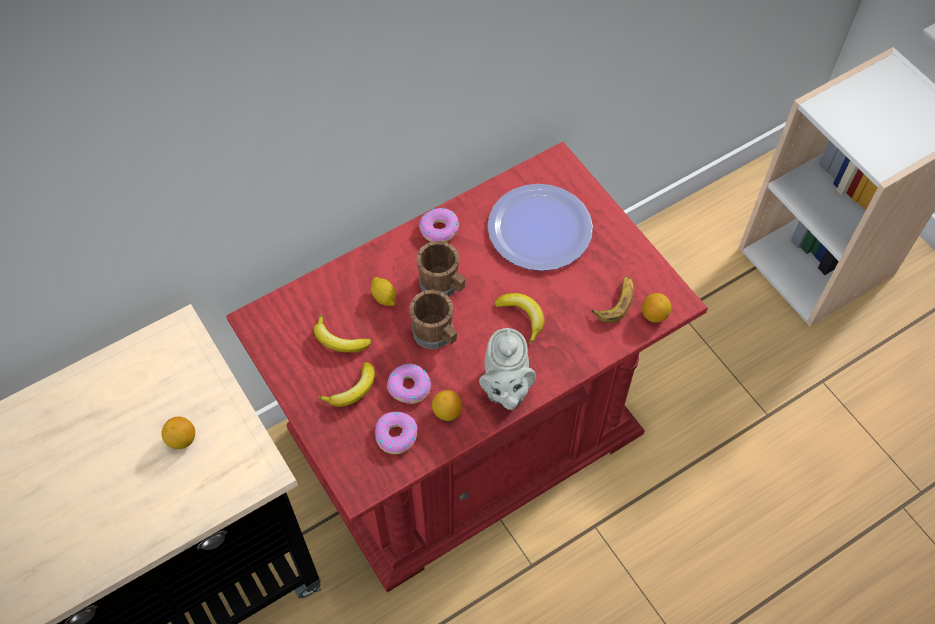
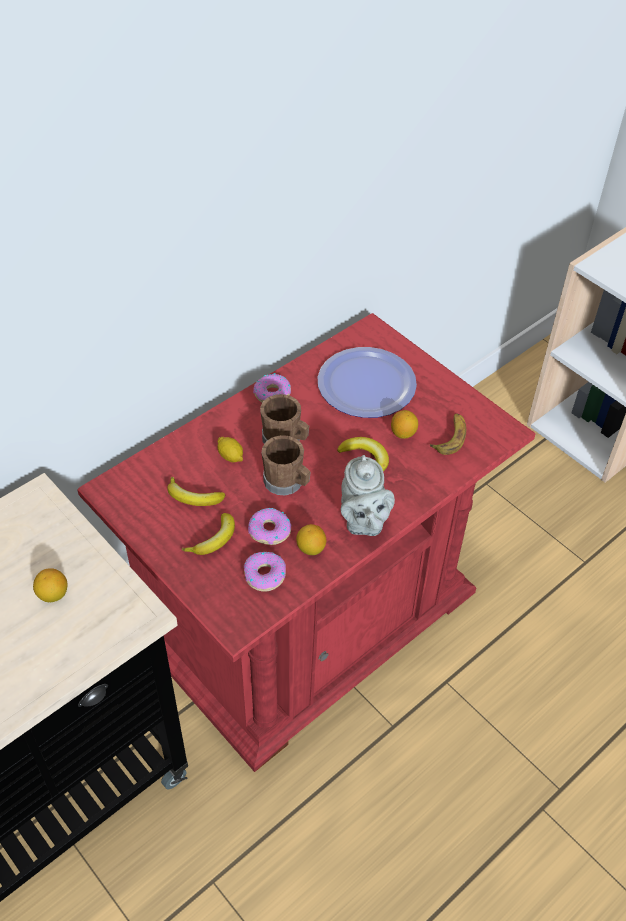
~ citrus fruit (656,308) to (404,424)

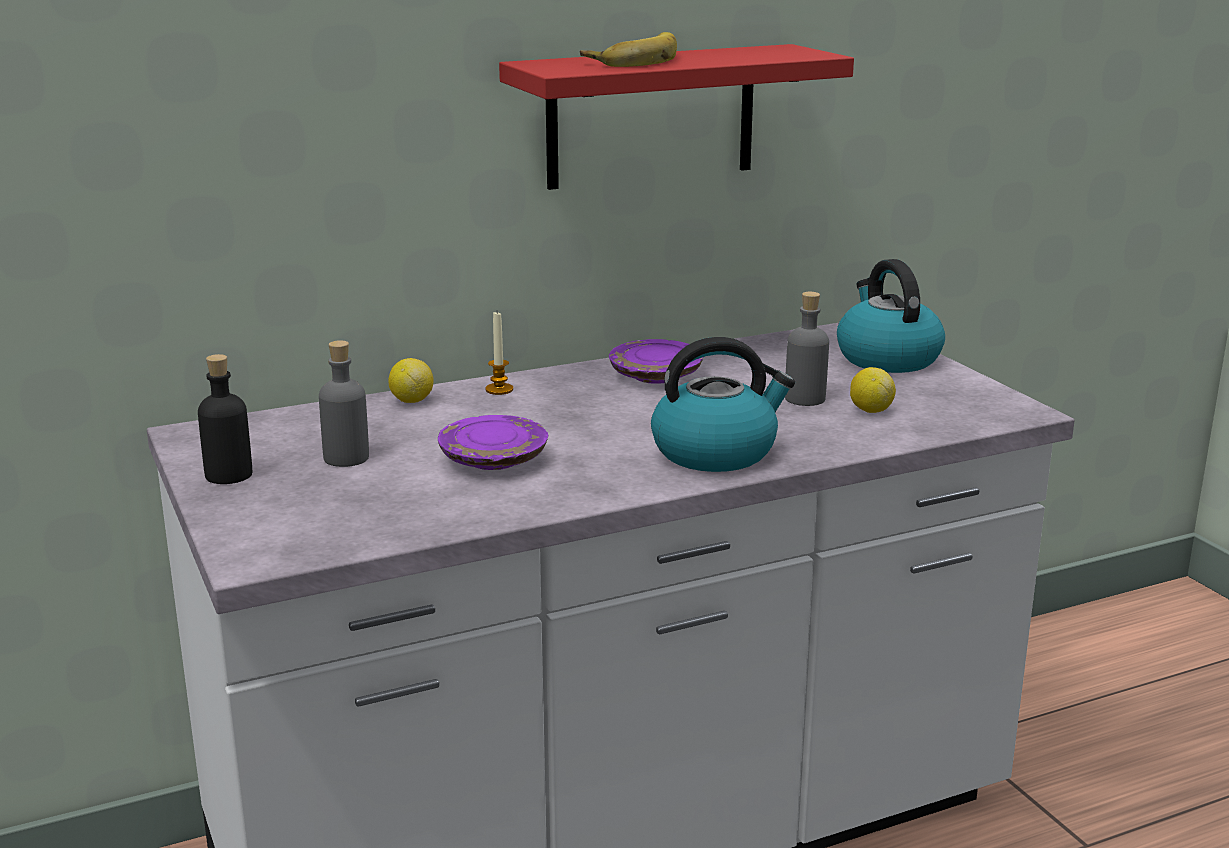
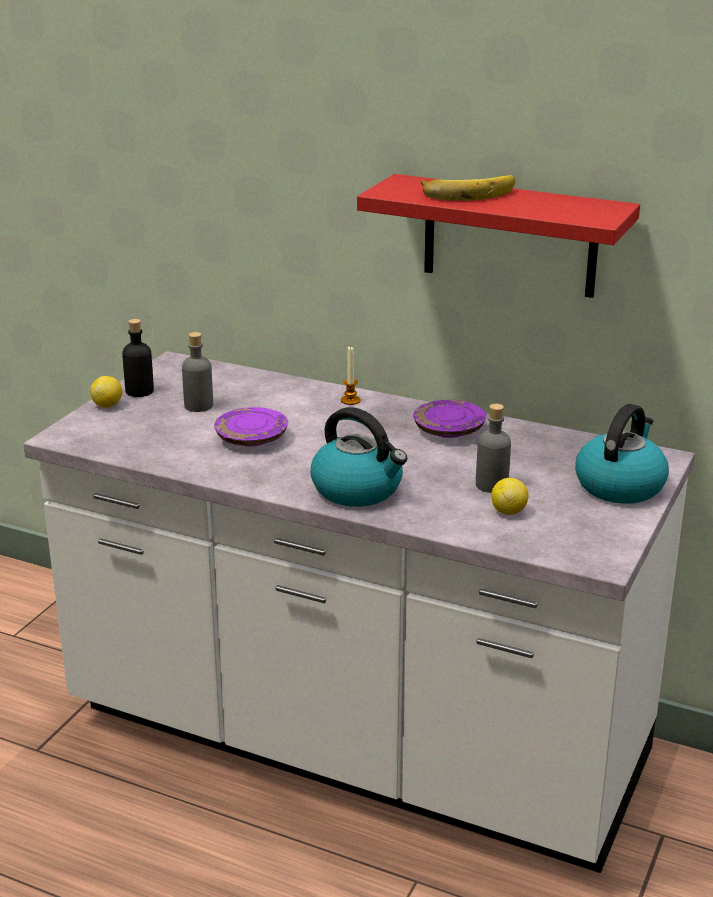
~ citrus fruit (411,380) to (106,392)

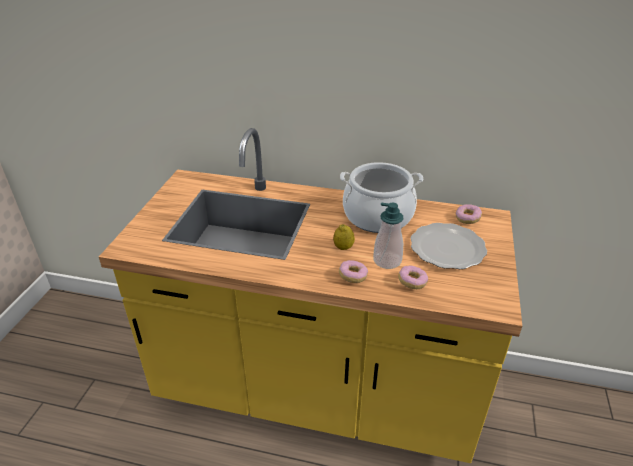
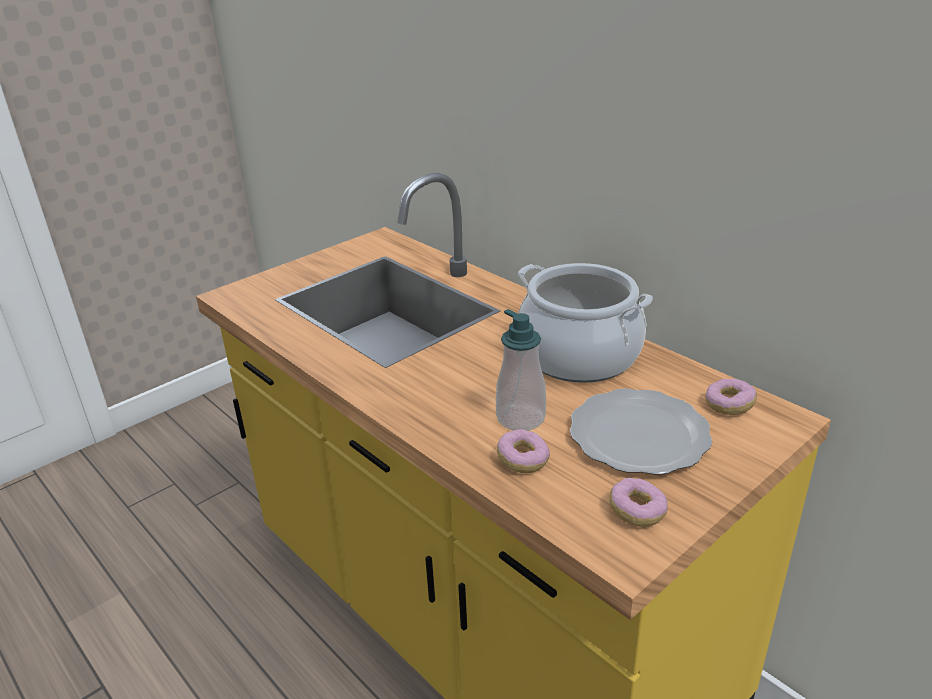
~ ring doughnut (353,271) to (638,502)
- citrus fruit (344,237)

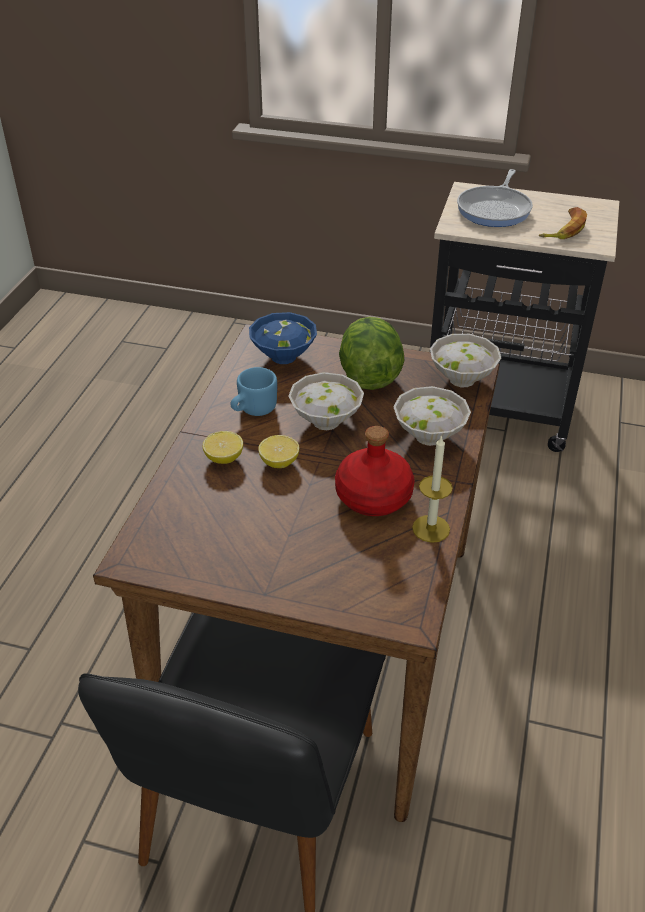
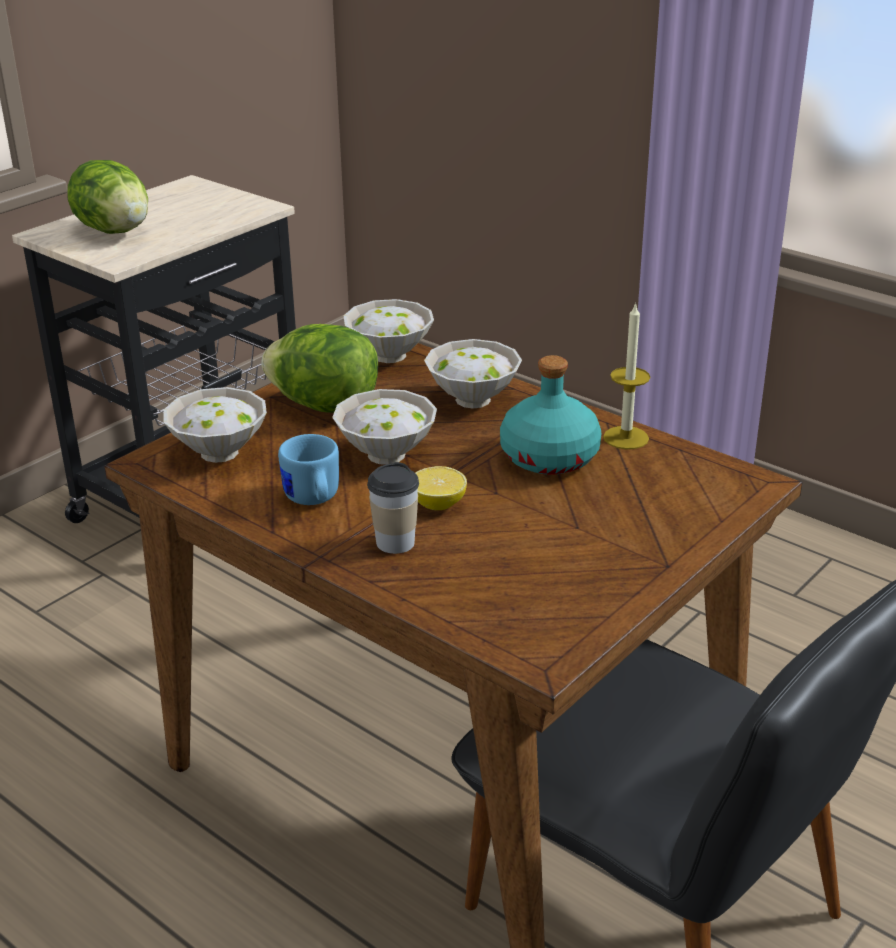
~ pan (495,198) to lettuce (107,197)
~ deep dish/blue (283,338) to deep dish/white-coloured (215,425)
~ citrus fruit (223,447) to cup (393,508)
~ bottle/red (375,471) to bottle/turquoise (551,415)
- whole banana (563,223)

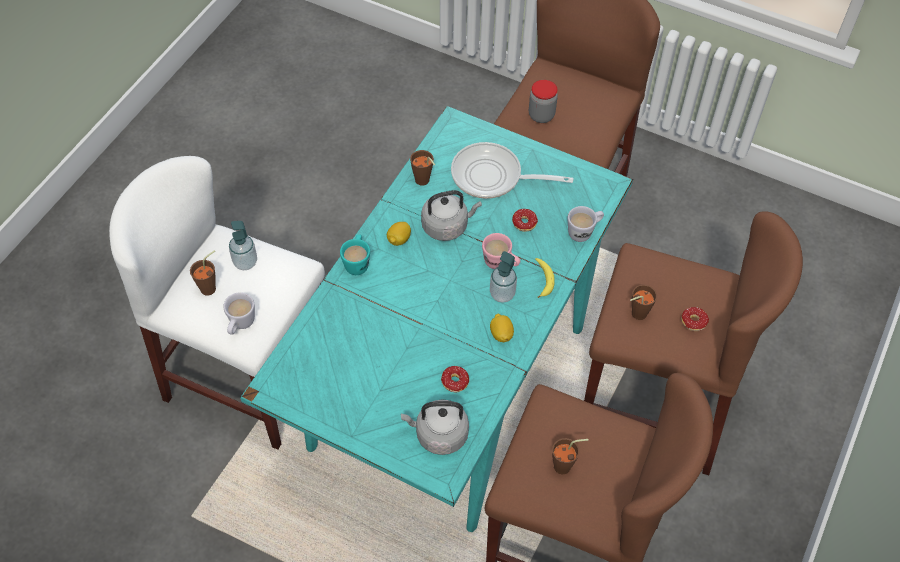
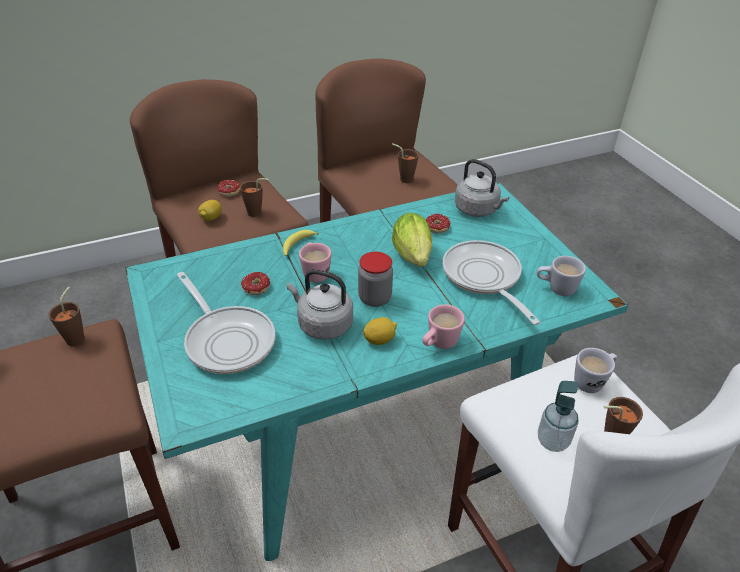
~ cup/brownish (422,168) to (66,316)
~ citrus fruit (502,328) to (209,210)
~ preserve jar (543,101) to (375,279)
+ lettuce (412,240)
~ coffee mug/turquoise (355,254) to coffee mug/pinkish (443,326)
+ pan (491,282)
~ coffee mug/white-coloured (586,224) to (561,276)
- liquid soap bottle (503,277)

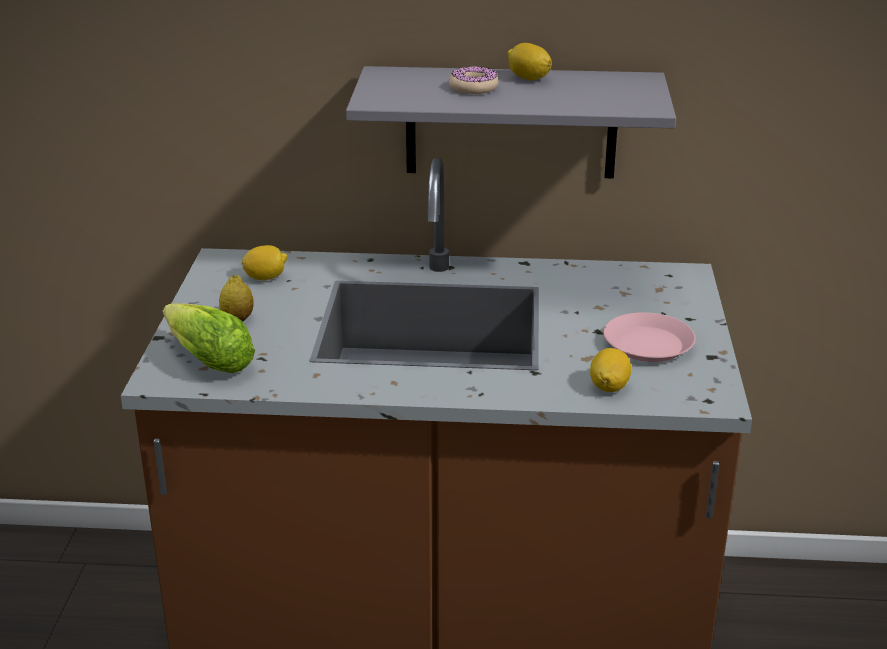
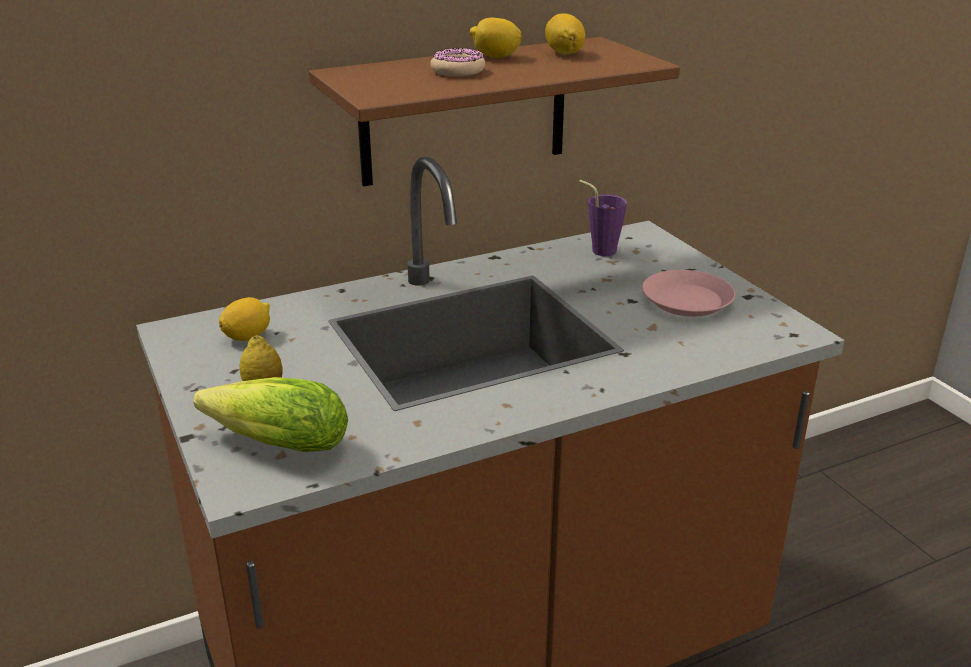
~ shelf/grey (511,122) to shelf/brownish (494,112)
~ citrus fruit (610,370) to (565,34)
+ cup/purple-coloured (603,218)

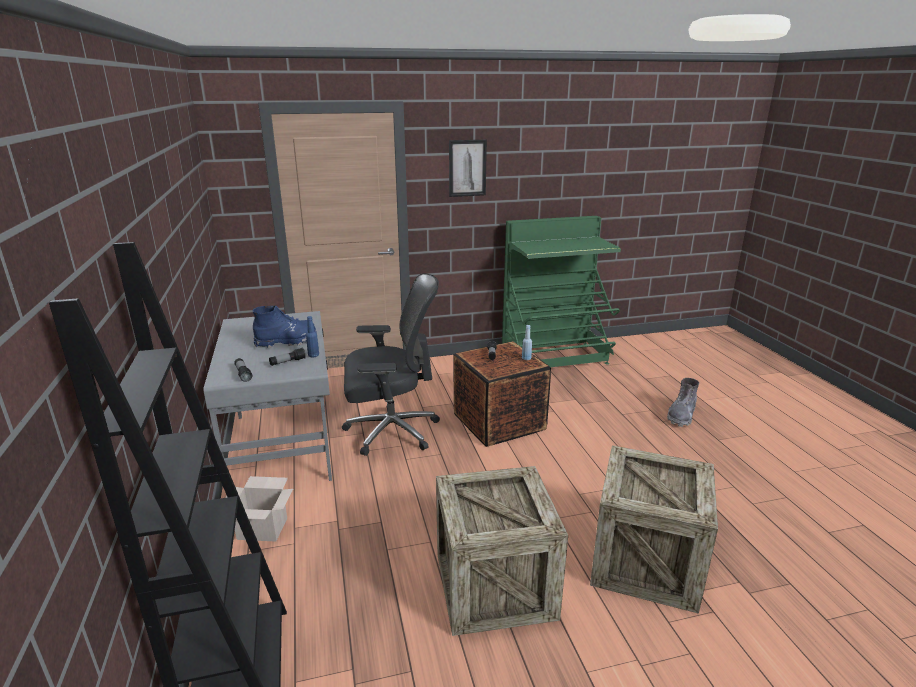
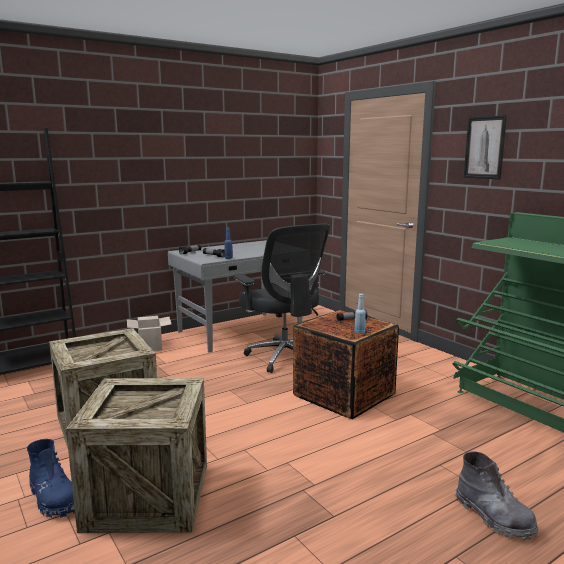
~ tall boot/blue (285,327) to (51,478)
~ tall boot/grey (683,402) = (497,495) 135 degrees counterclockwise

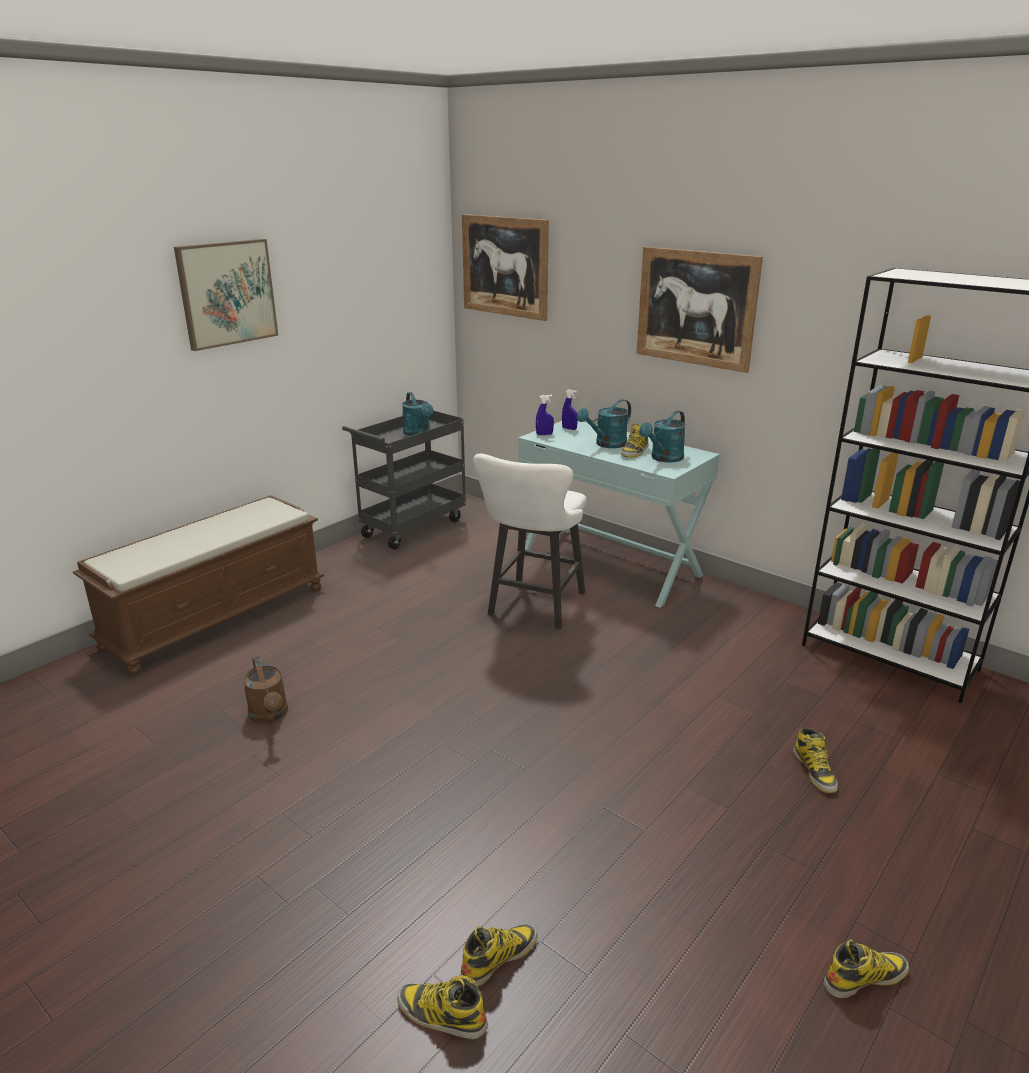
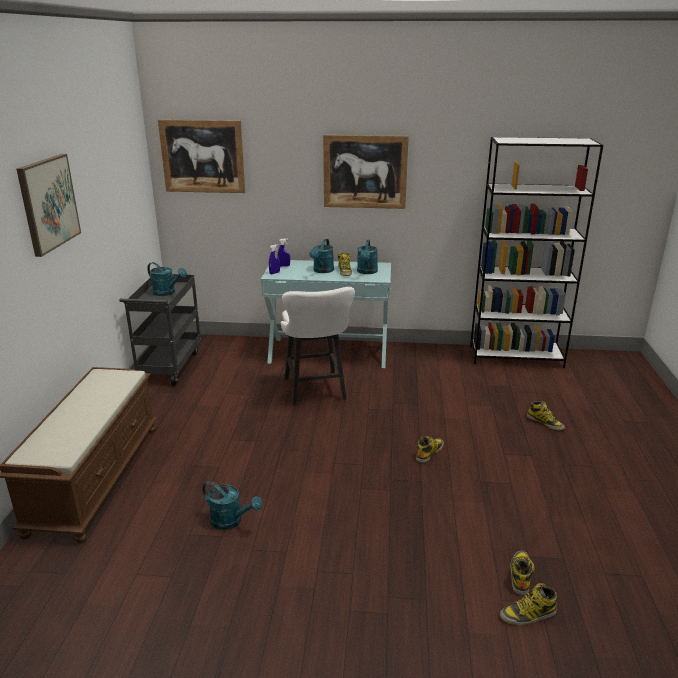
~ watering can/brownish (265,689) to watering can/turquoise (232,505)
~ tall boot (866,968) to (430,449)

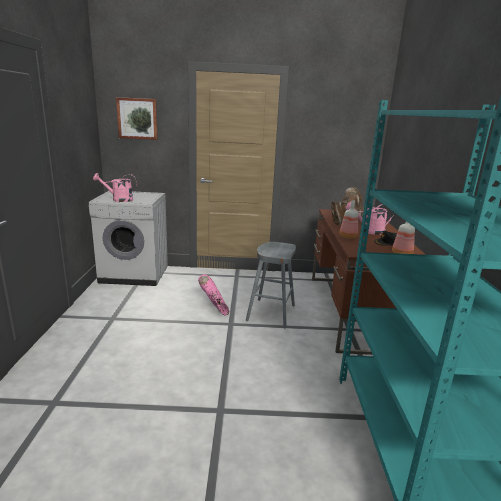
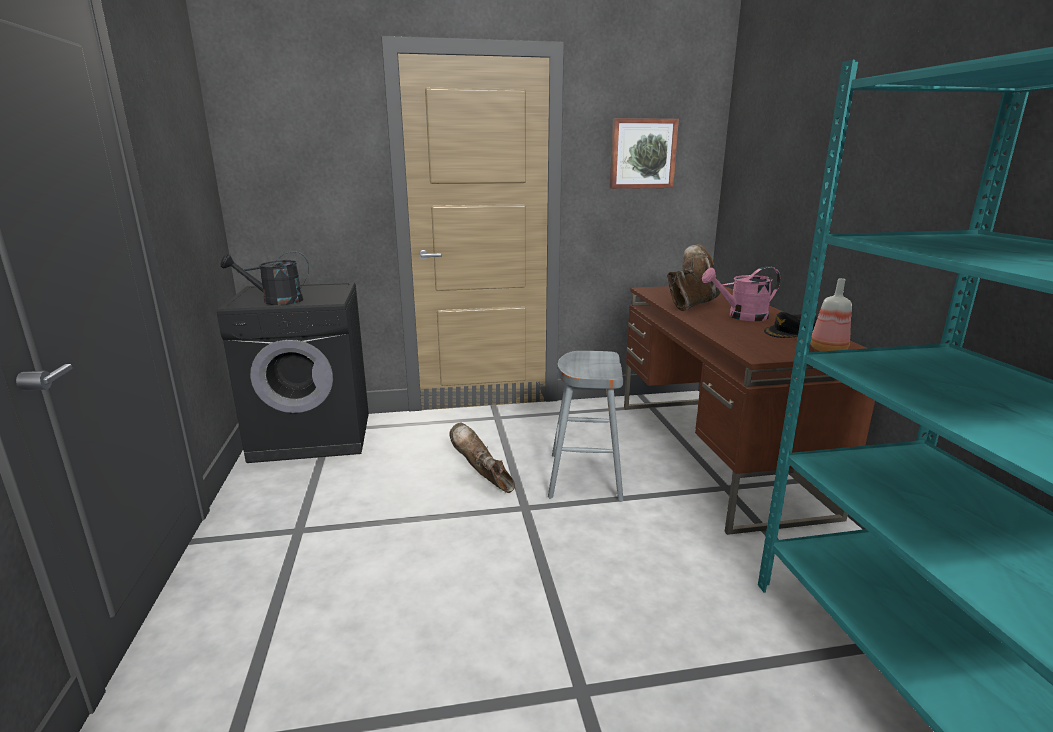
~ washing machine/white-coloured (128,238) to washing machine/black (293,372)
~ watering can/pinkish (115,187) to watering can/black (264,278)
~ tall boot/pinkish (213,295) to tall boot/brownish (482,458)
~ wall picture (137,118) to (644,153)
- bottle (349,219)

